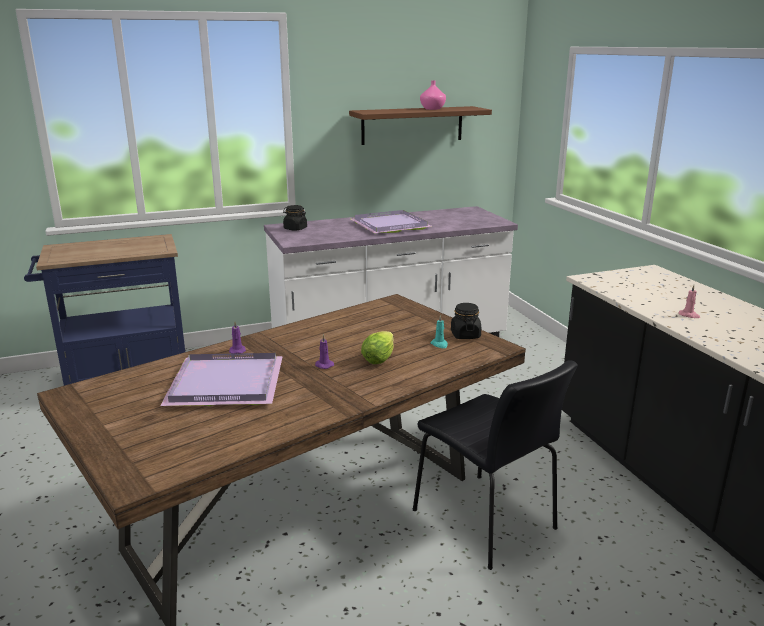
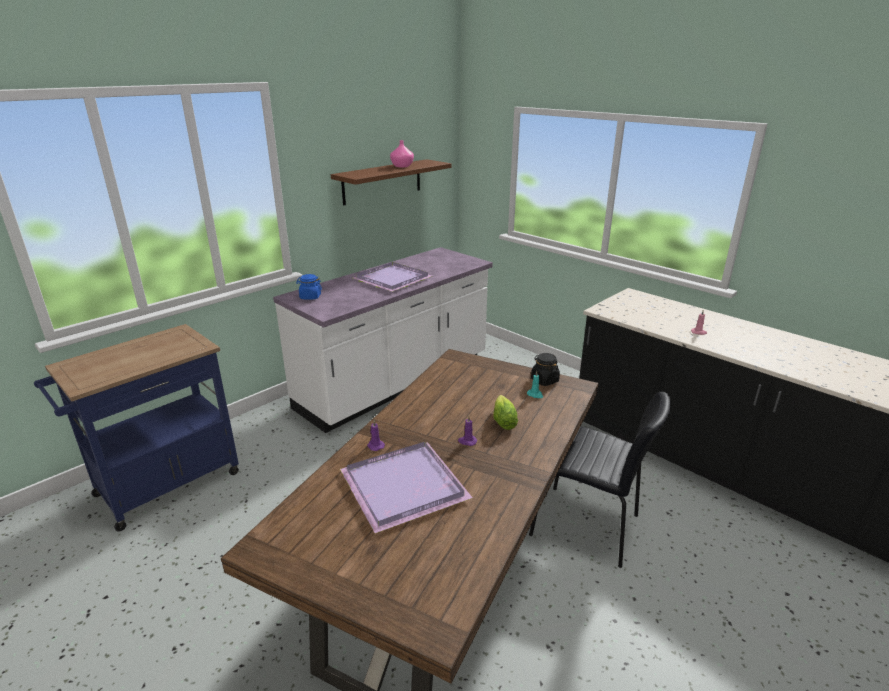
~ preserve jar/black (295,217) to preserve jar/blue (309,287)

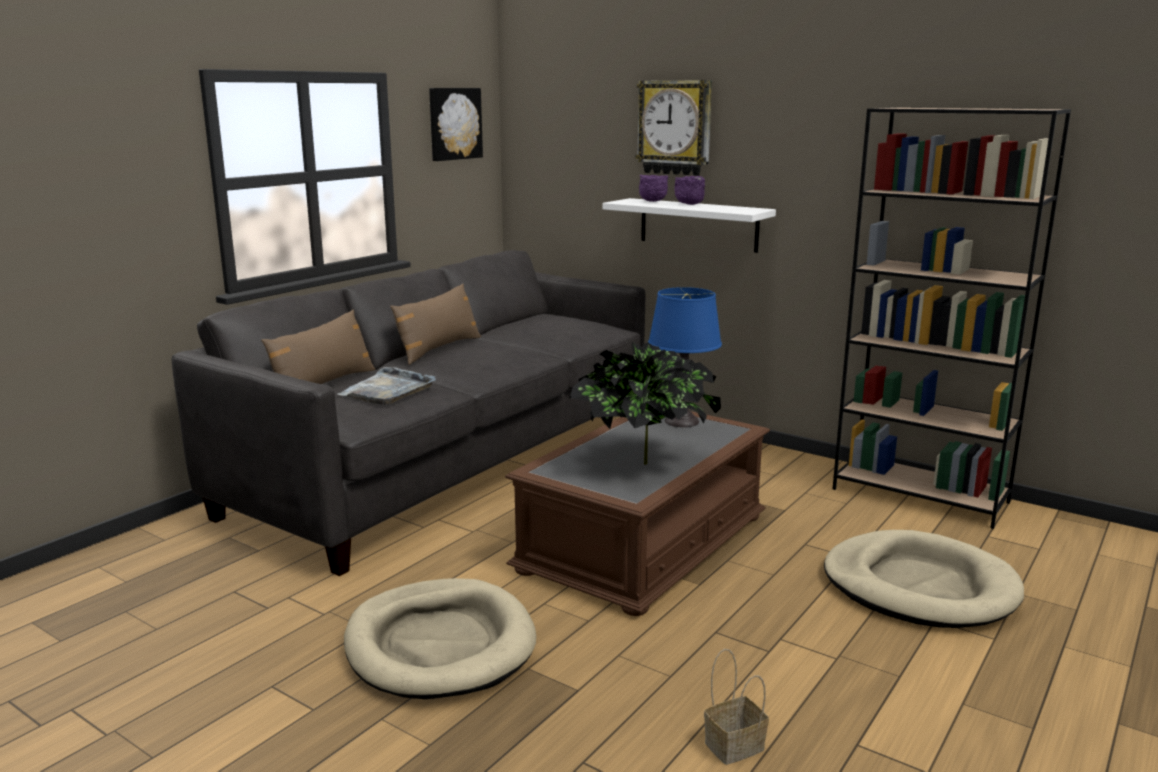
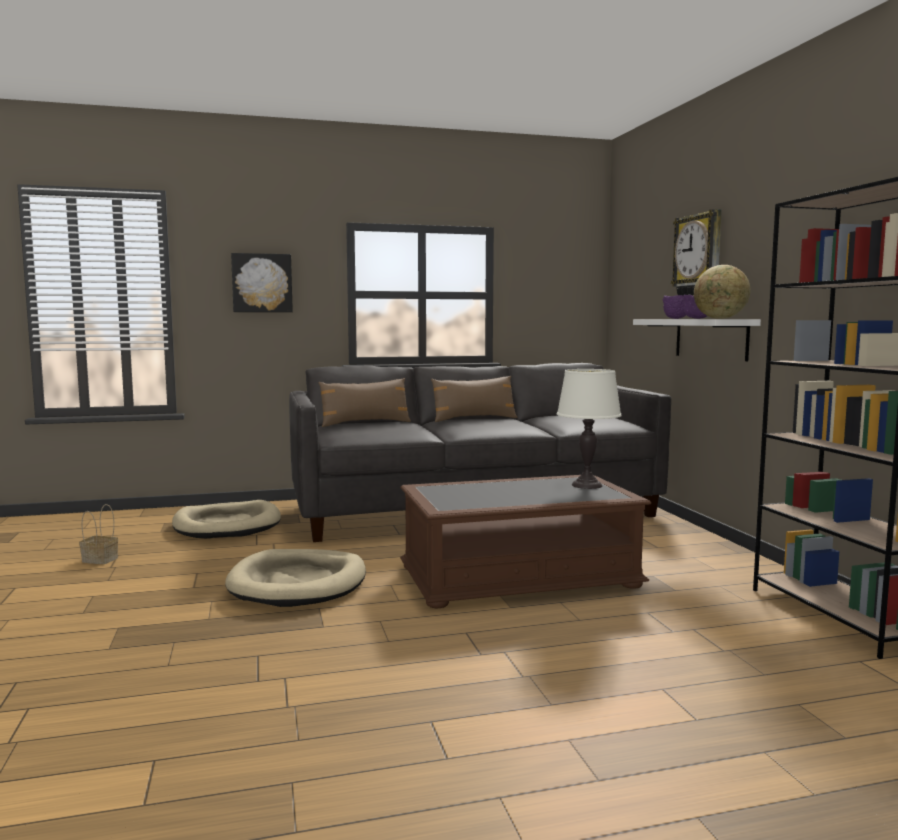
~ household basket (736,707) to (98,534)
~ pet bed/beige (924,579) to (226,519)
~ wall picture (456,124) to (262,282)
~ table lamp/blue (685,357) to table lamp/white-coloured (589,429)
+ globe (722,292)
- tray/grey (387,386)
- plant in a pot (645,403)

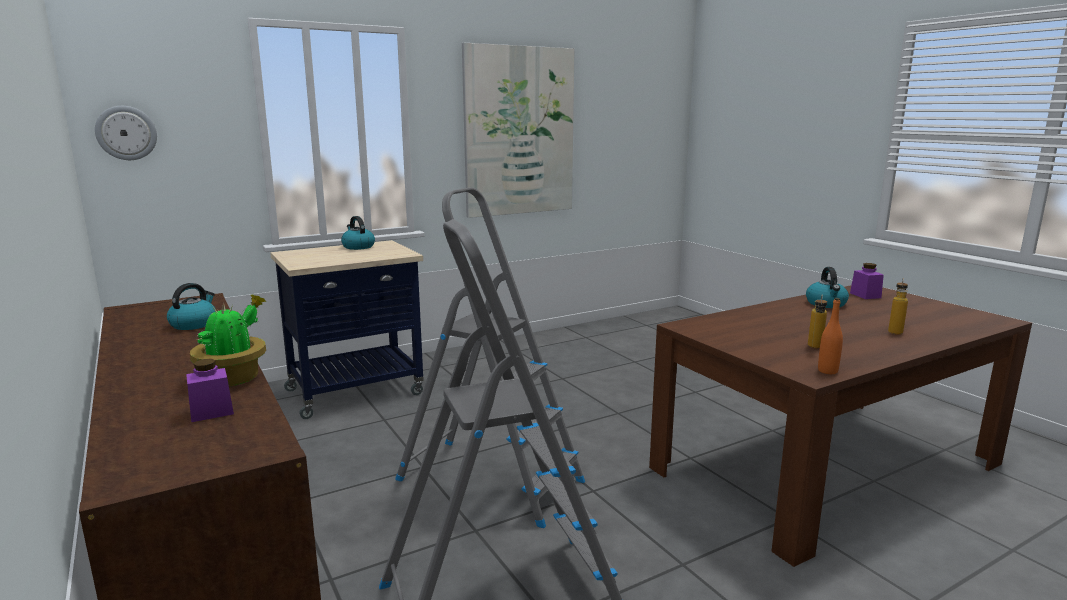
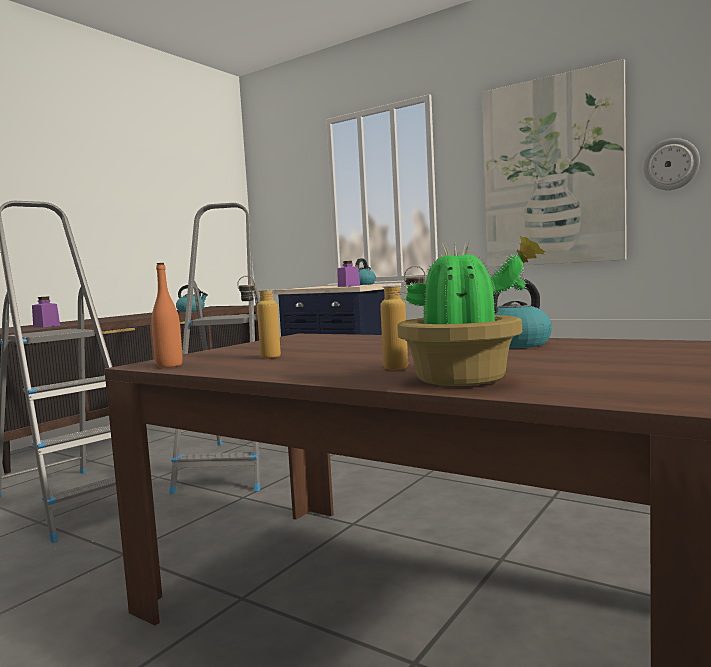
~ preserve jar/purple-coloured (867,281) to (349,274)
~ plant in a pot (228,340) to (471,310)
~ wall clock (126,133) to (671,164)

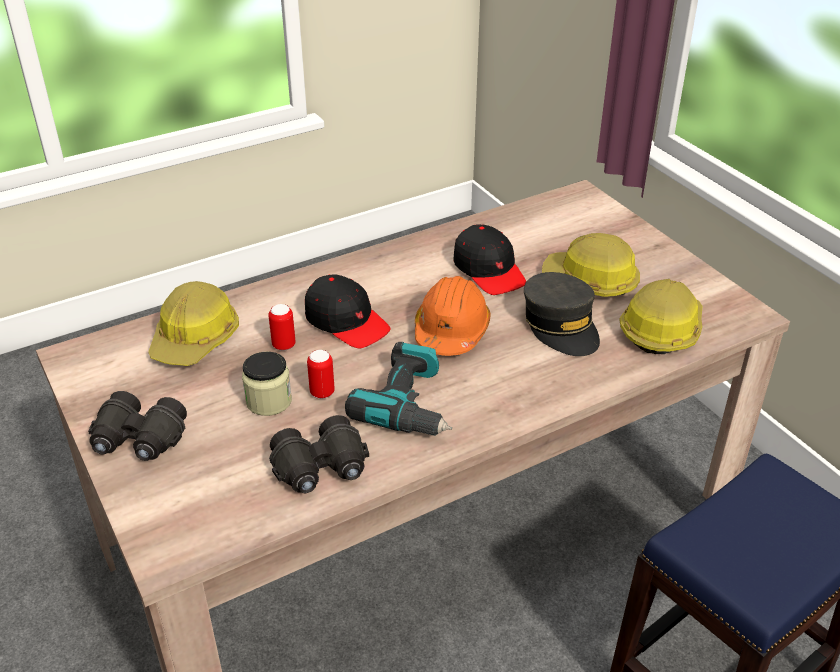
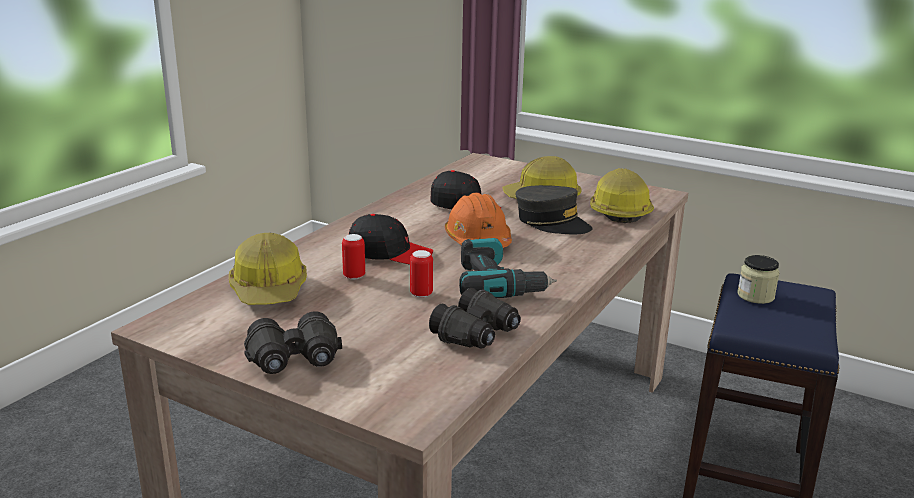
~ preserve jar (267,383) to (758,279)

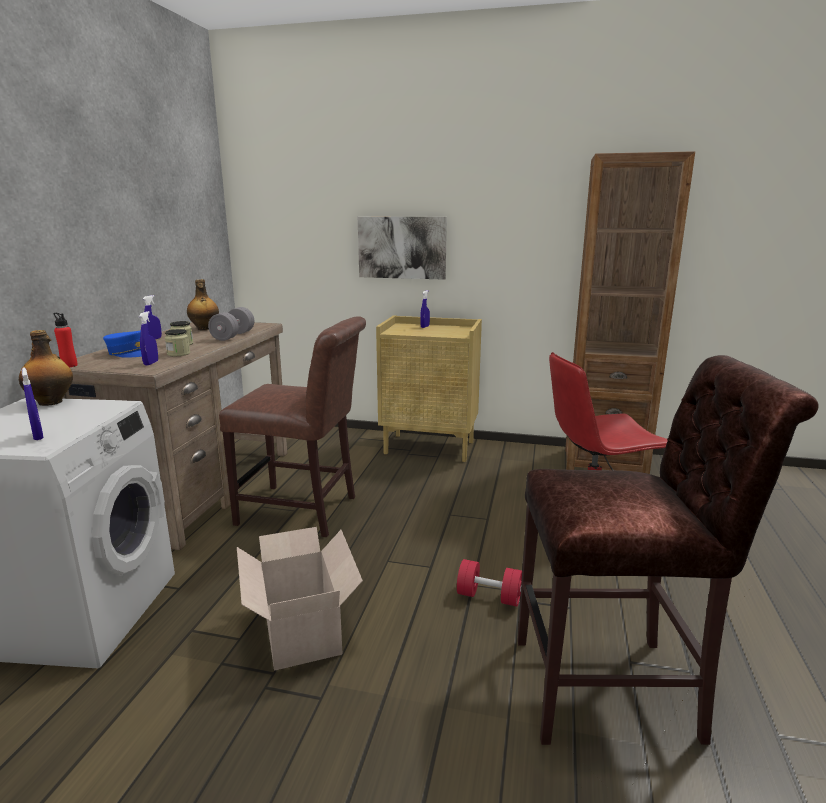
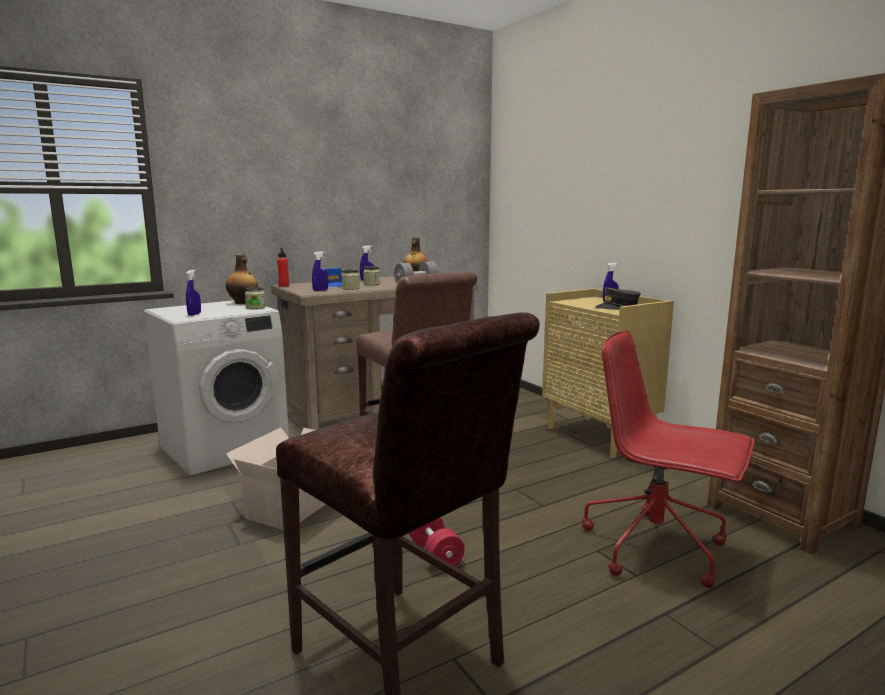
+ preserve jar (255,298)
+ cap/grey (618,298)
- wall picture (402,248)

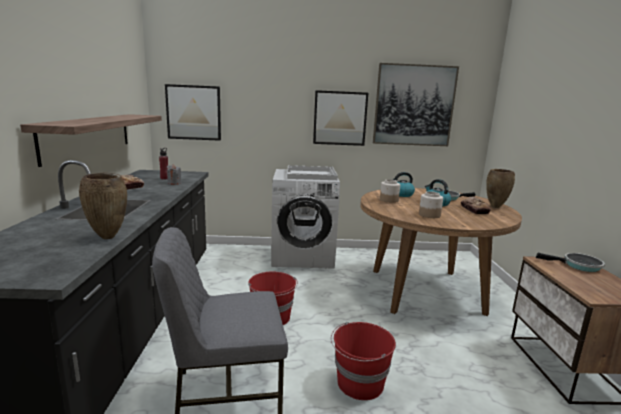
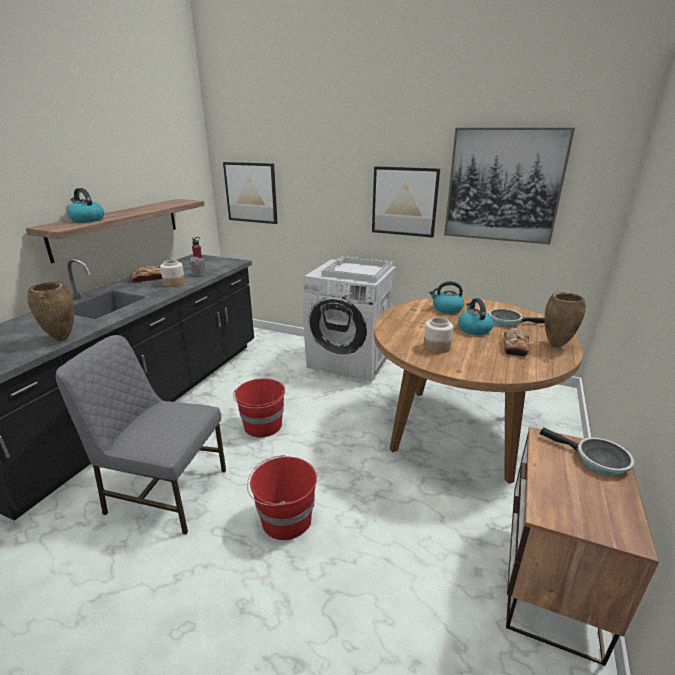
+ water kettle (85,205)
~ preserve jar (390,191) to (172,273)

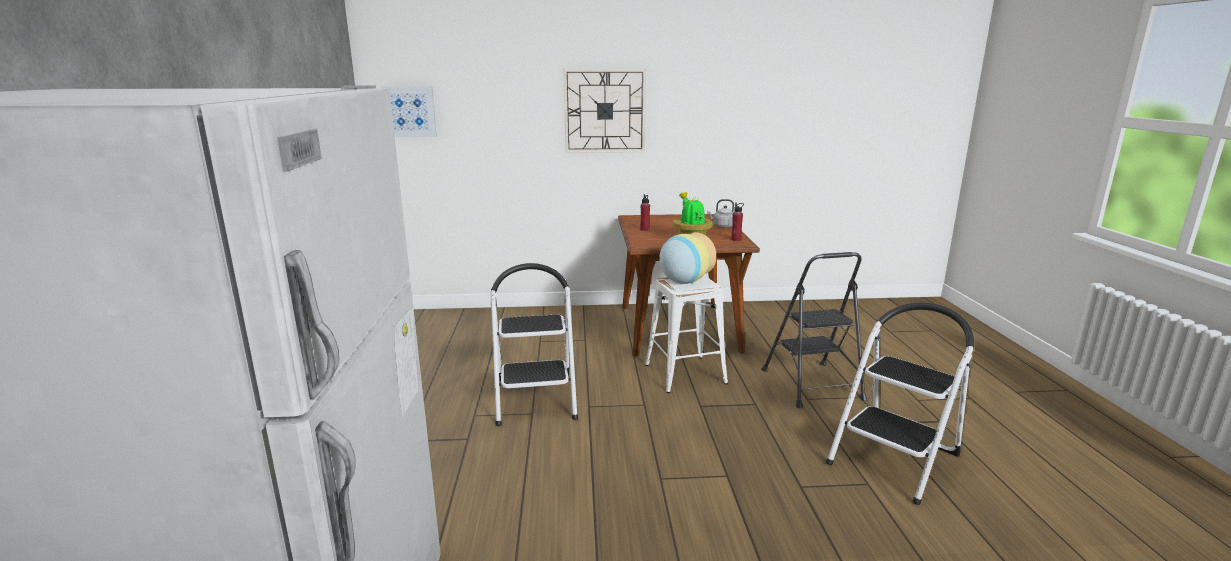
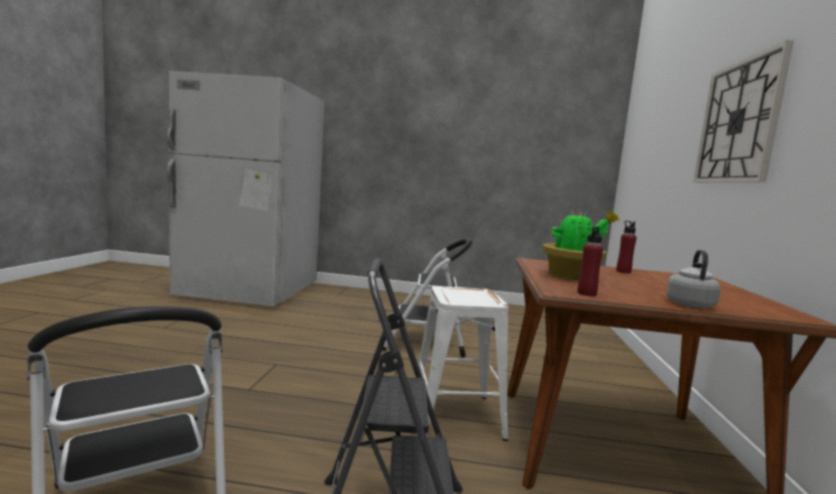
- wall picture (409,111)
- vase (687,258)

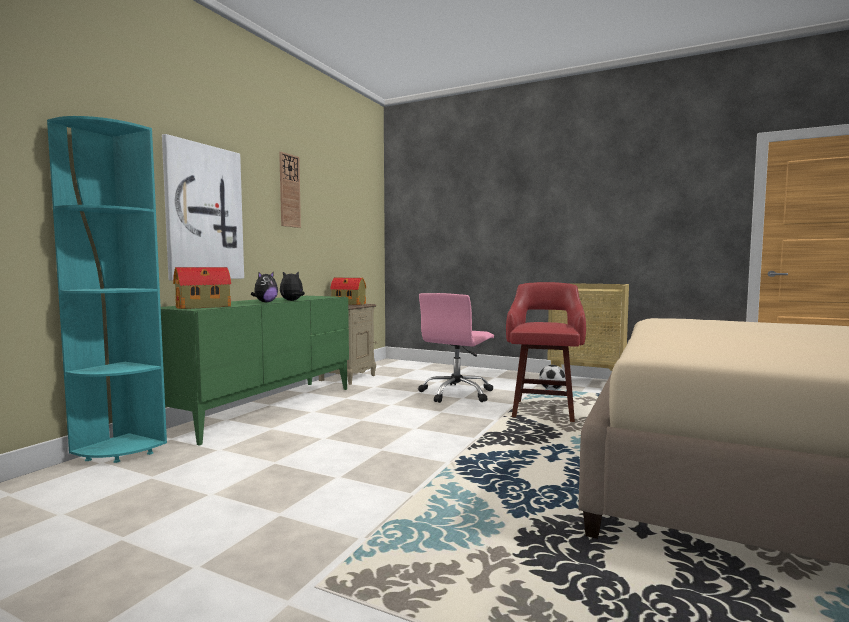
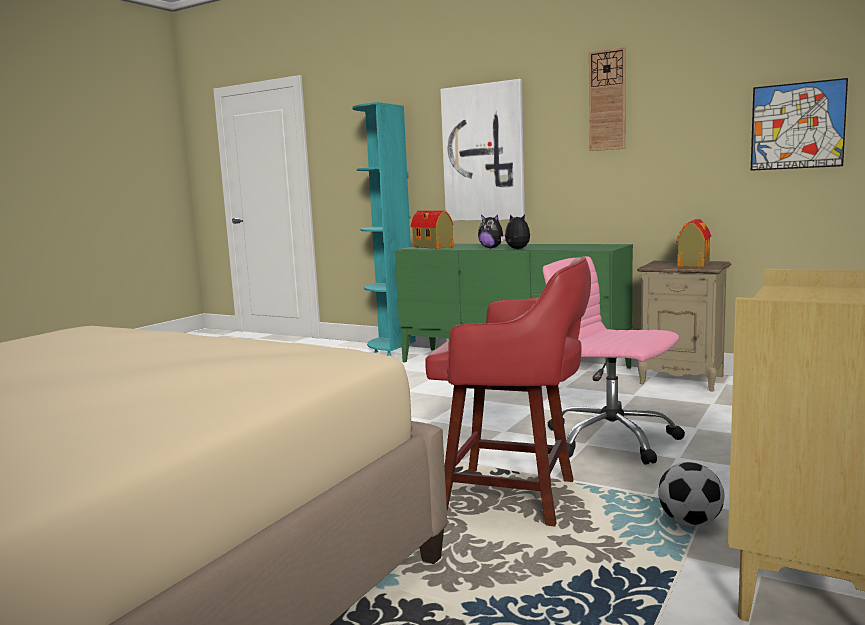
+ wall picture (799,124)

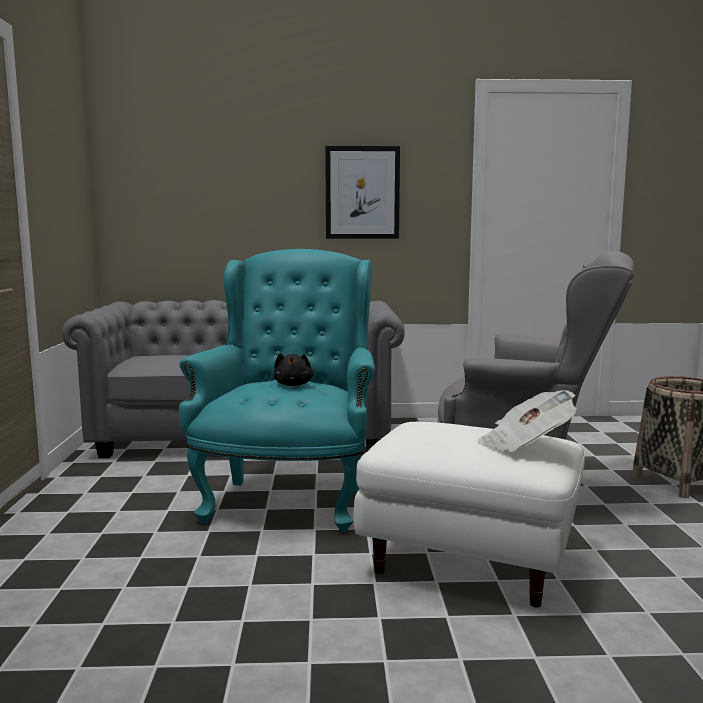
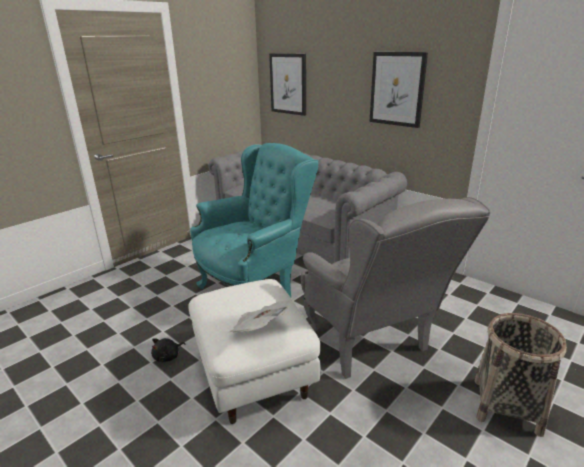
~ soft toy/black (293,369) to (168,350)
+ wall picture (287,84)

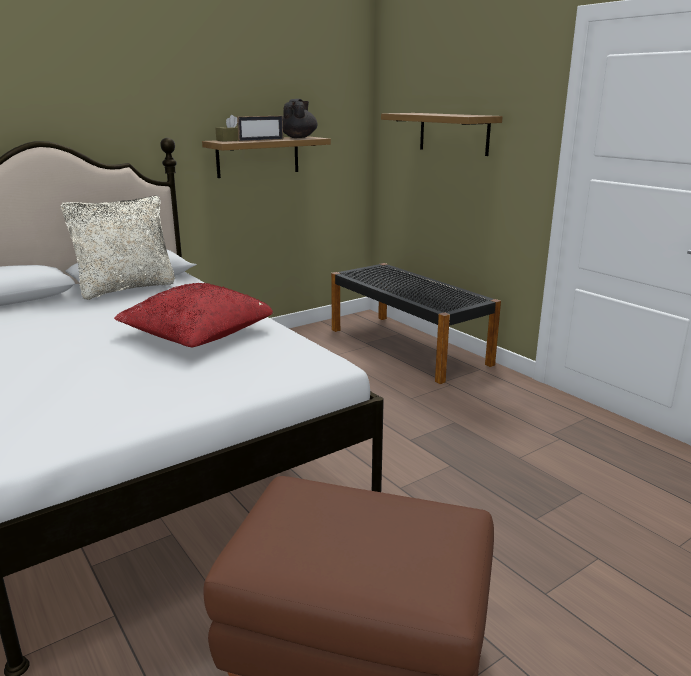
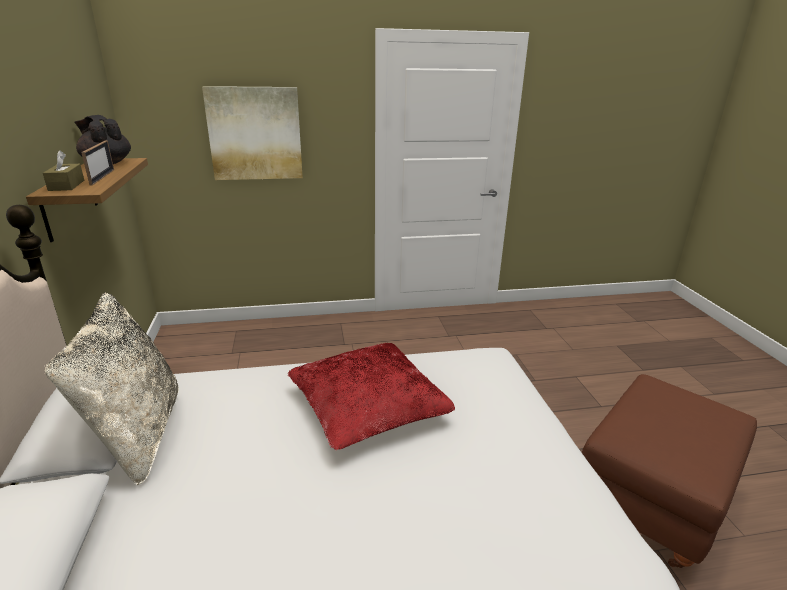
~ shelf (442,134) to wall picture (252,133)
- bench/black (416,323)

